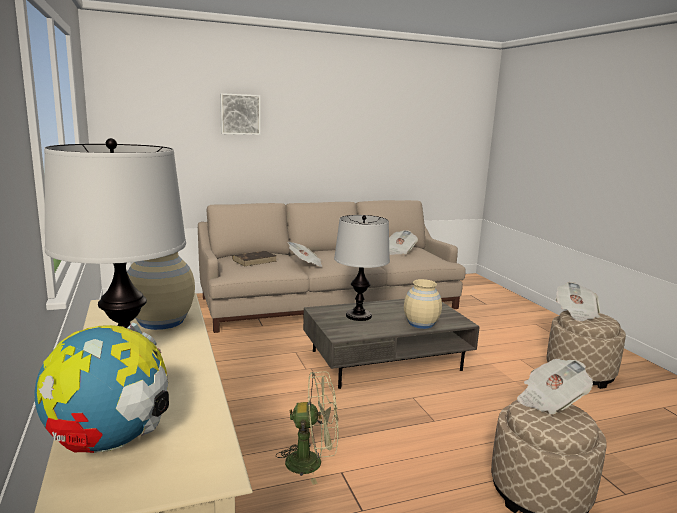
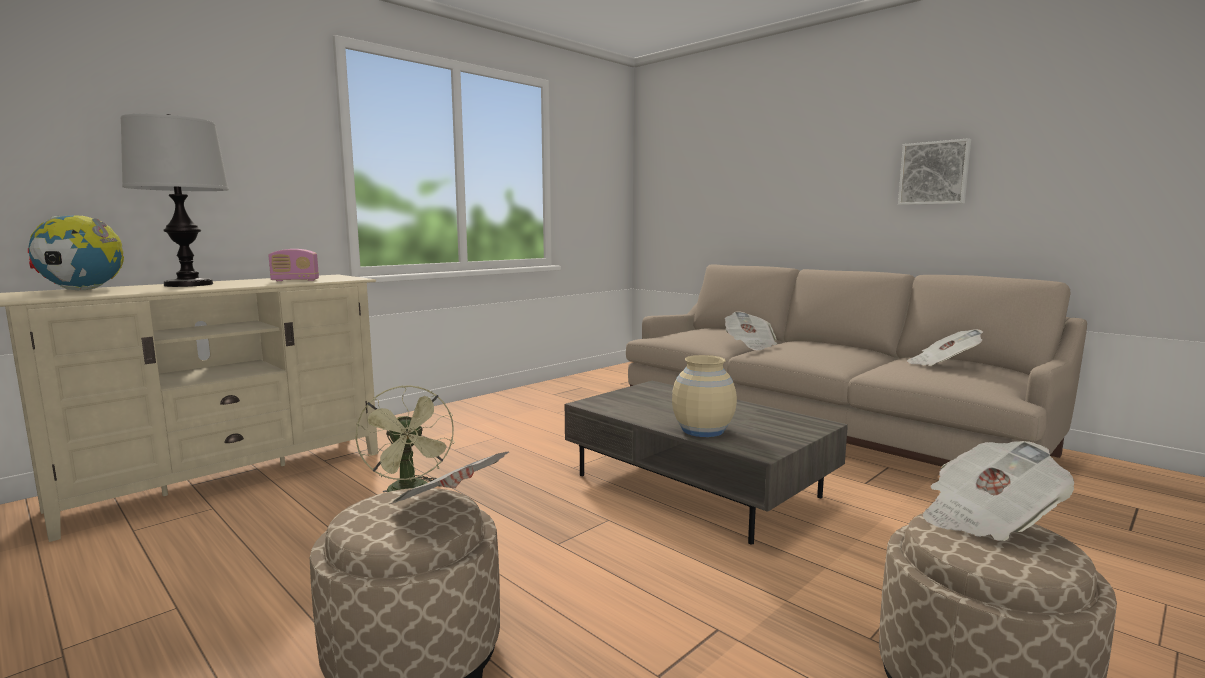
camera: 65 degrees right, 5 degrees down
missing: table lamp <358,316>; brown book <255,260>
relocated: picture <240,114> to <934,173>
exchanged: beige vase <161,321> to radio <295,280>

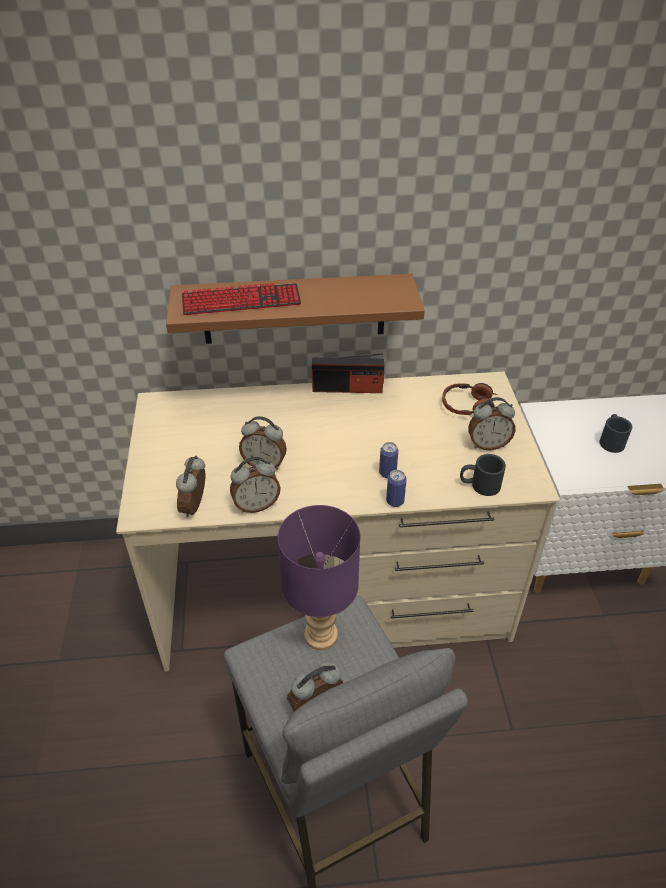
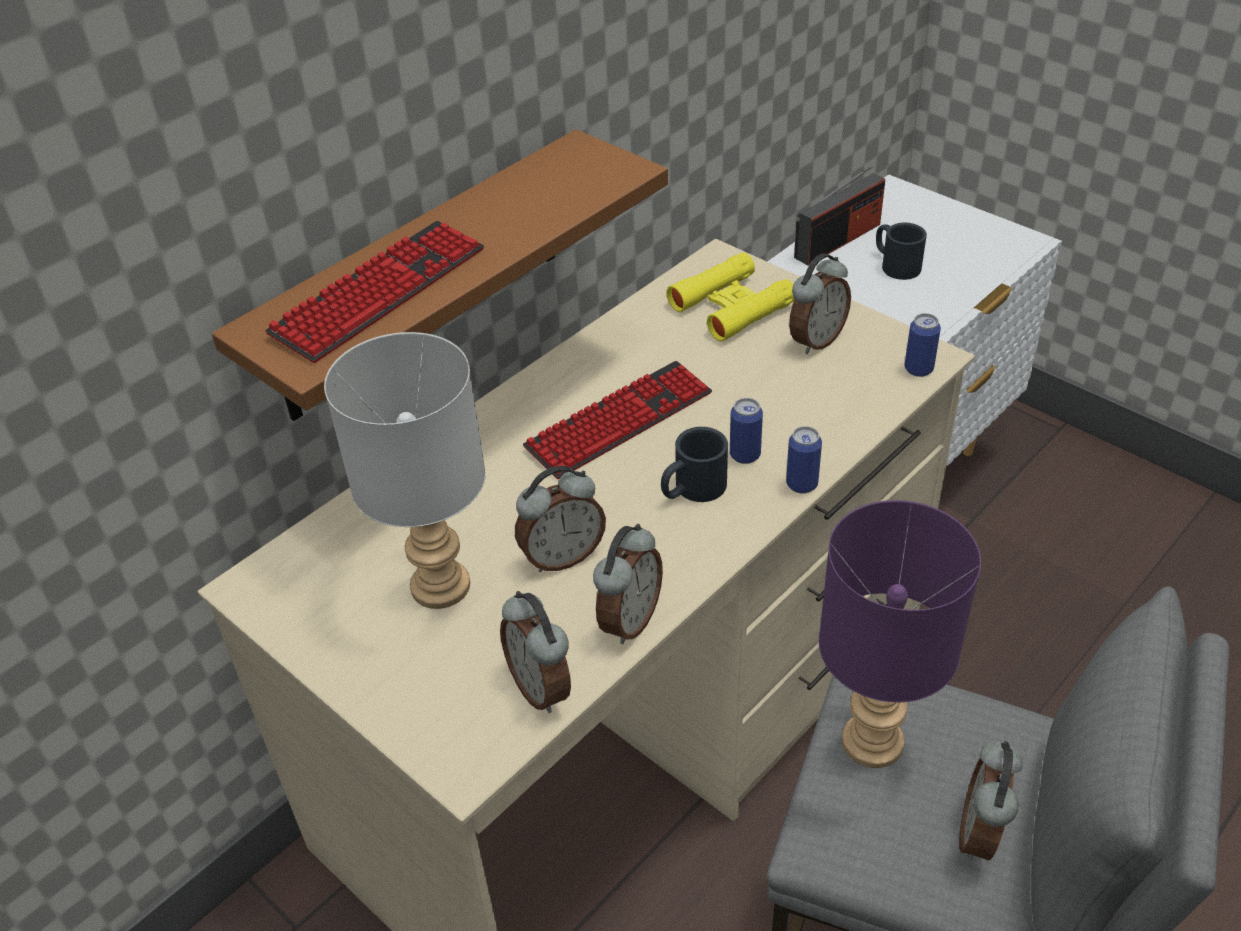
camera: 40 degrees left, 0 degrees up
appeared: can <918,369>; grey table lamp <442,584>; keyboard <619,421>
relocated: radio <347,388> to <838,240>; black mug <479,485> to <692,490>
exchanged: headphones <469,406> to yellow binoculars <731,306>

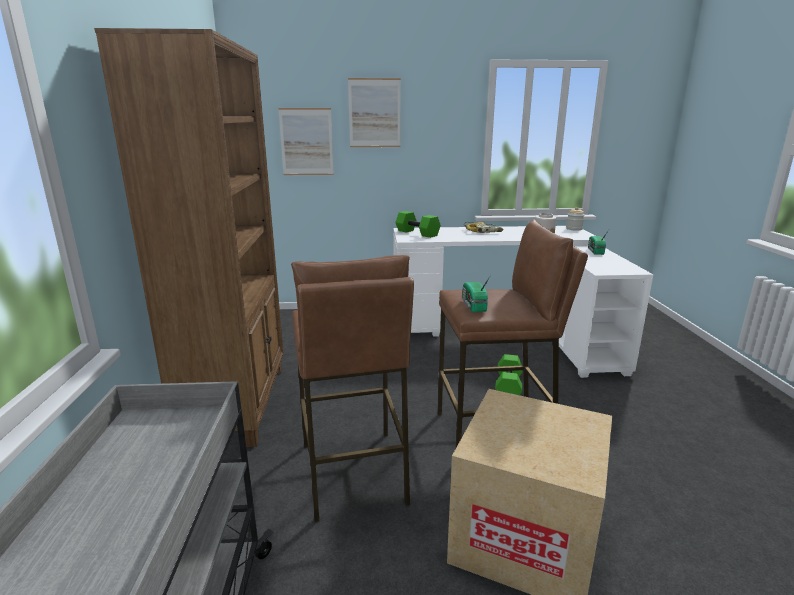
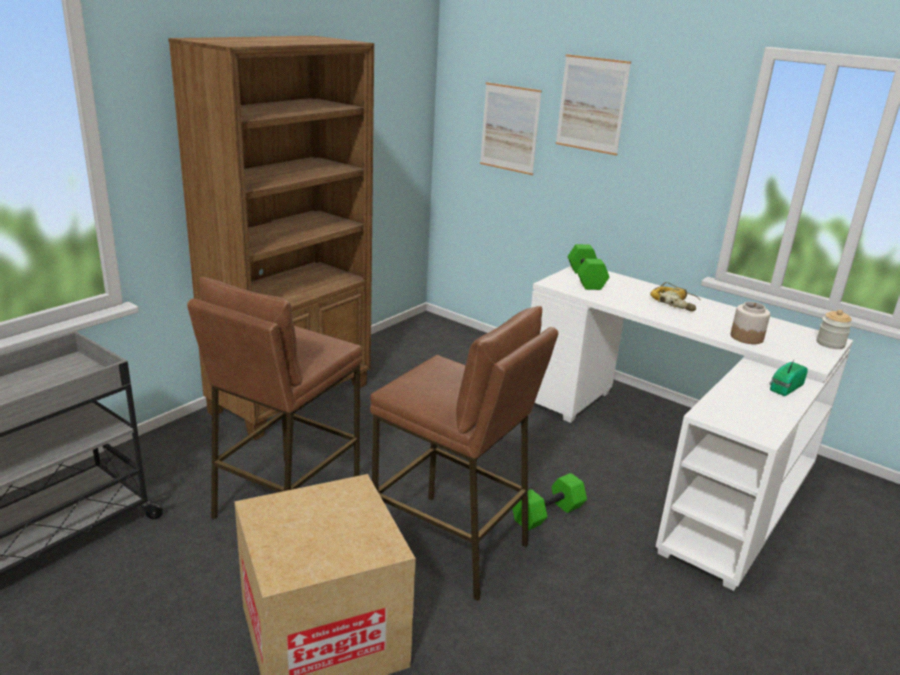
camera: 40 degrees right, 5 degrees up
missing: radio <473,306>

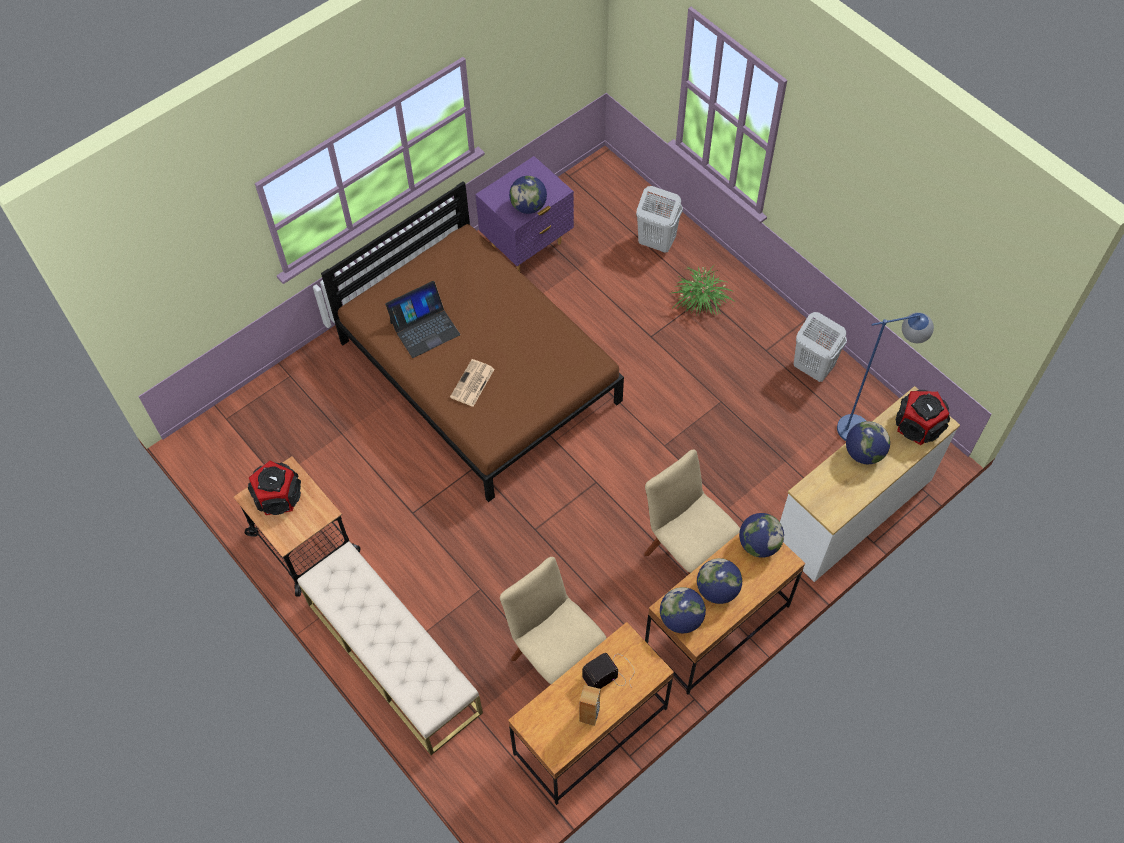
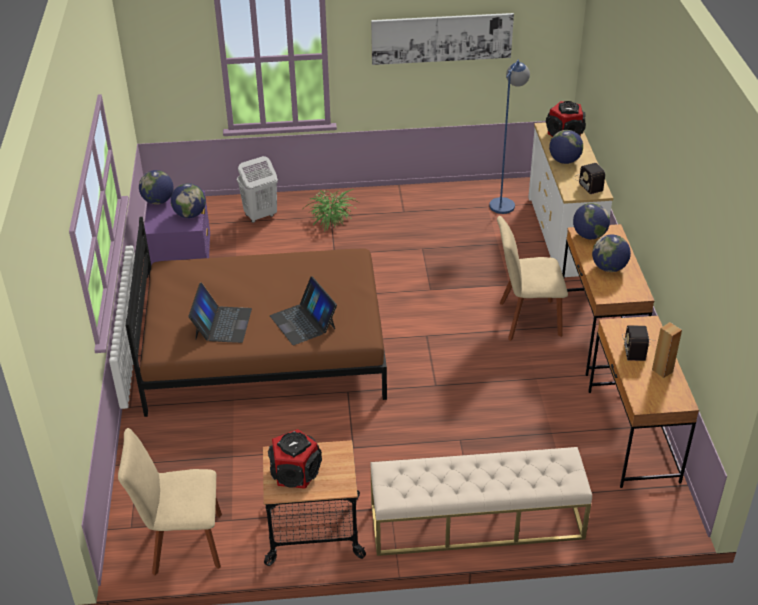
camera: 55 degrees left, 20 degrees down
missing: white laundry basket <812,368>
appeared: picture <441,38>; radio <588,182>
relocated: beige chair <555,656> to <182,543>; globe <681,619> to <158,201>
exchanged: newspaper <472,384> to laptop <303,322>

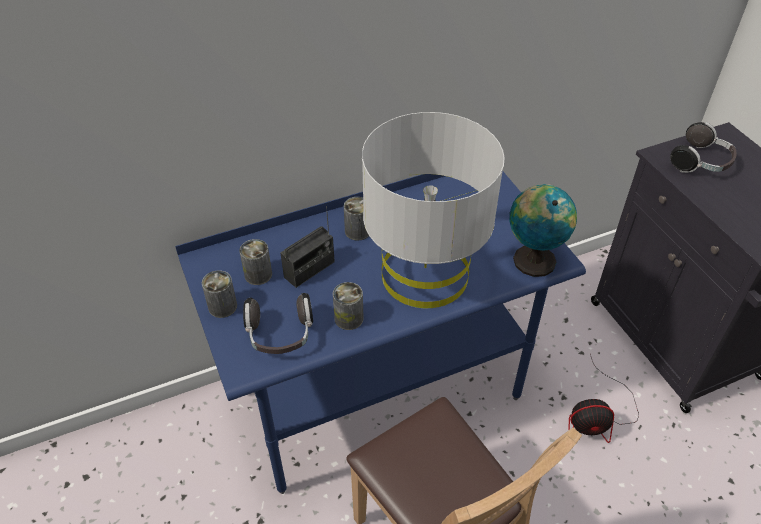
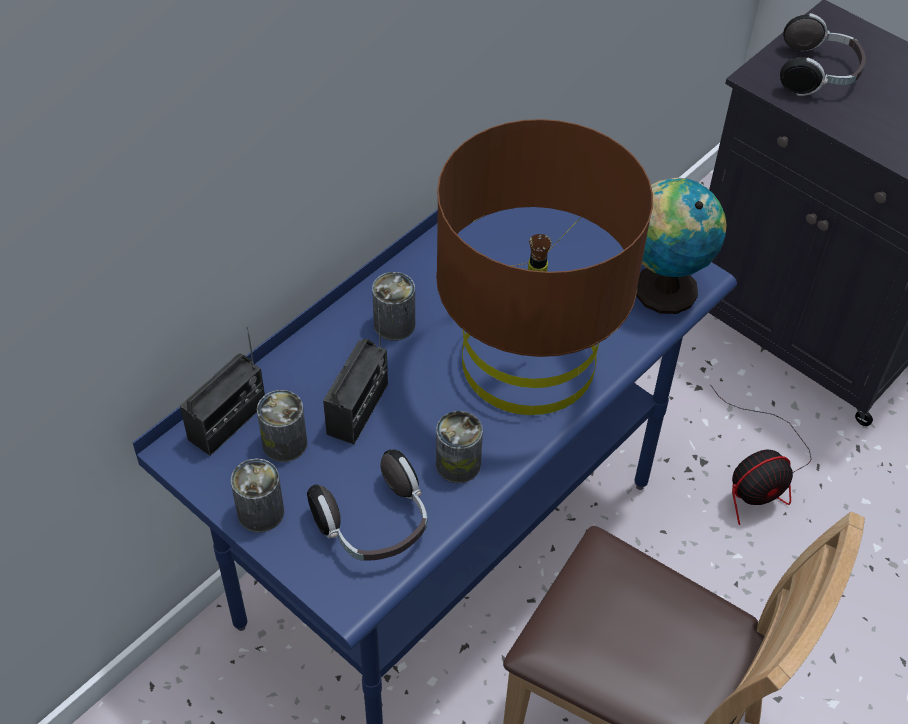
camera: 25 degrees left, 5 degrees up
appeared: radio <228,422>
colour: grey table lamp <424,274> to brown table lamp <528,360>

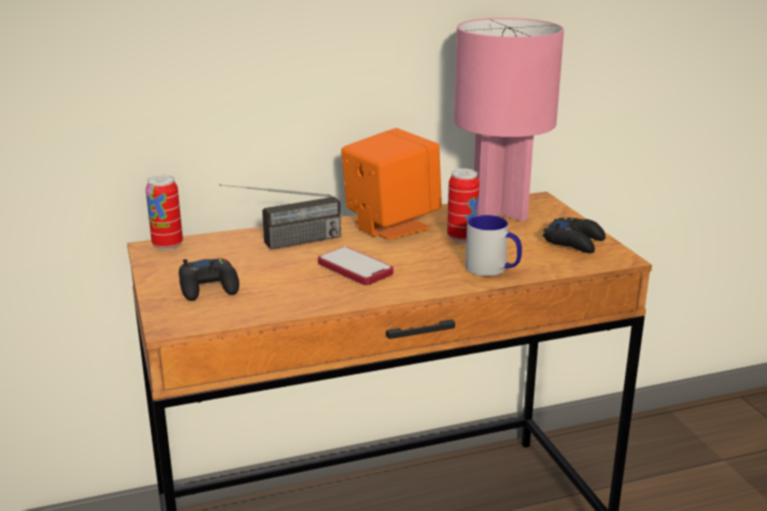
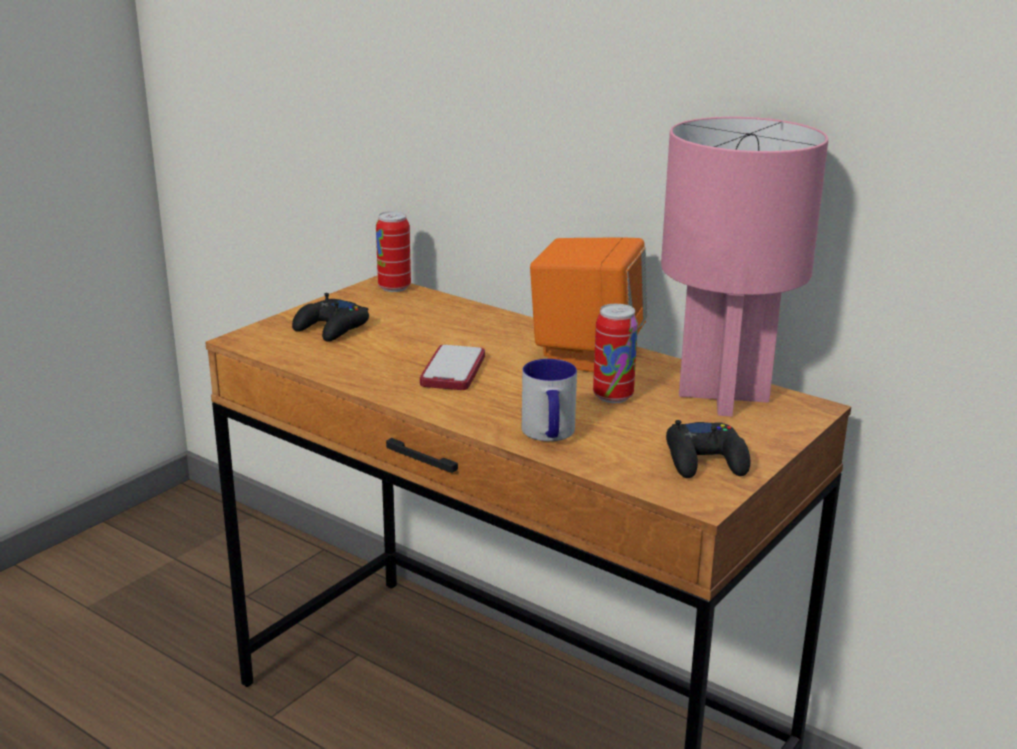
camera: 55 degrees right, 0 degrees up
missing: radio <284,244>

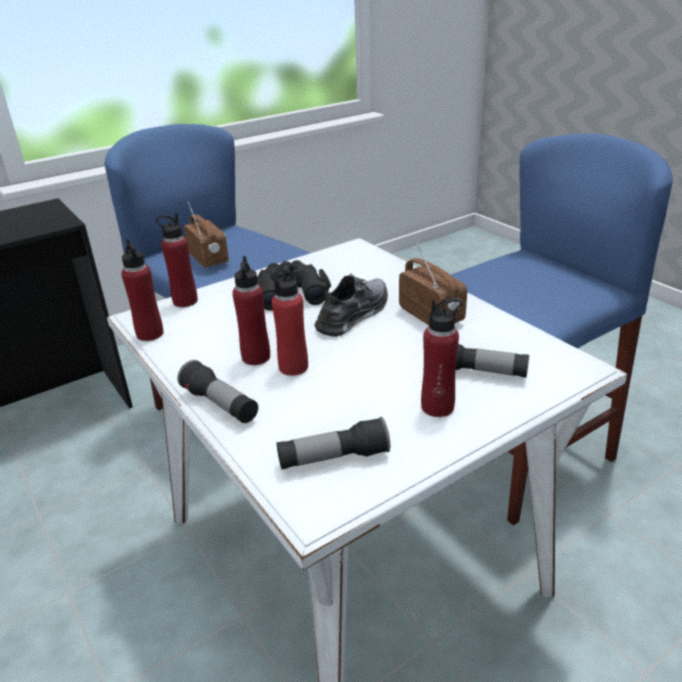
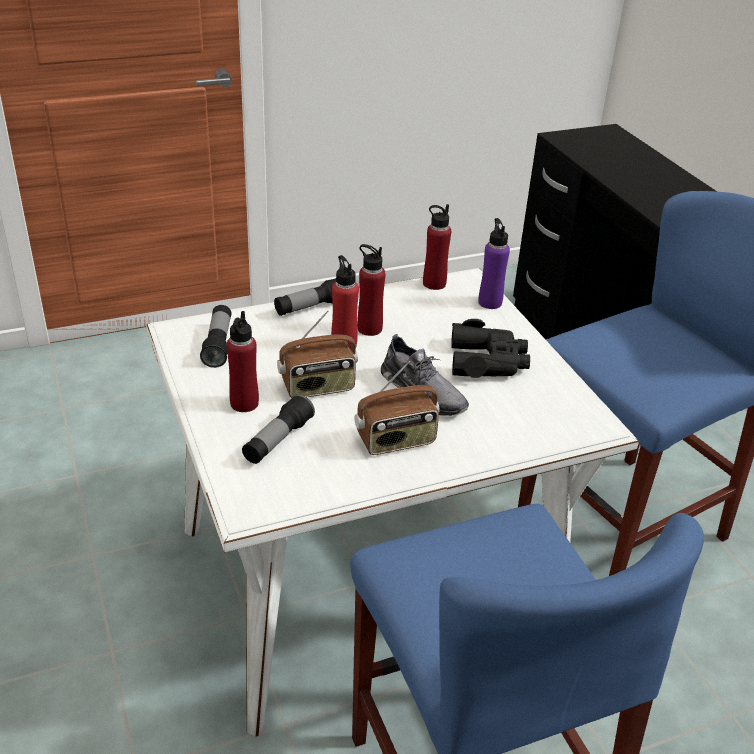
camera: 100 degrees right, 5 degrees up
relocated: radio <209,259> to <318,387>
colour: red bottle <185,301> to purple bottle <490,302>

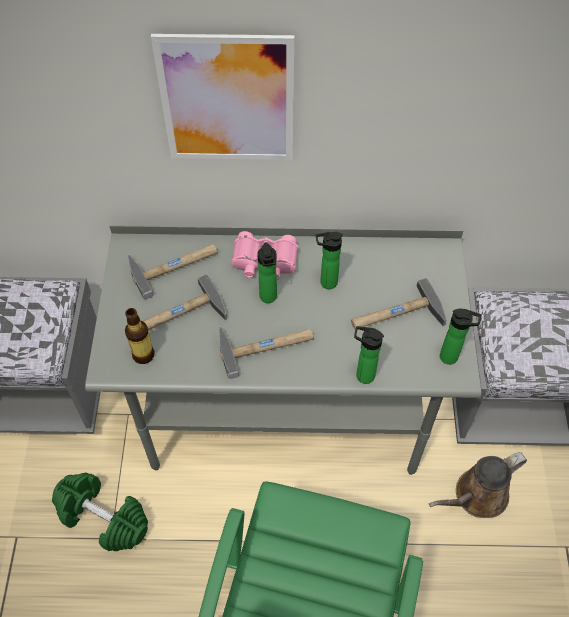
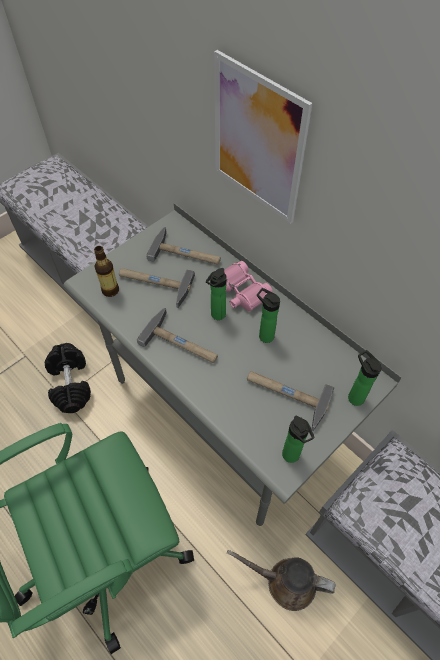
camera: 45 degrees right, 0 degrees up
relocated: bottle <362,375> to <354,396>
colour: green dumbbell <103,518> to black dumbbell <70,384>

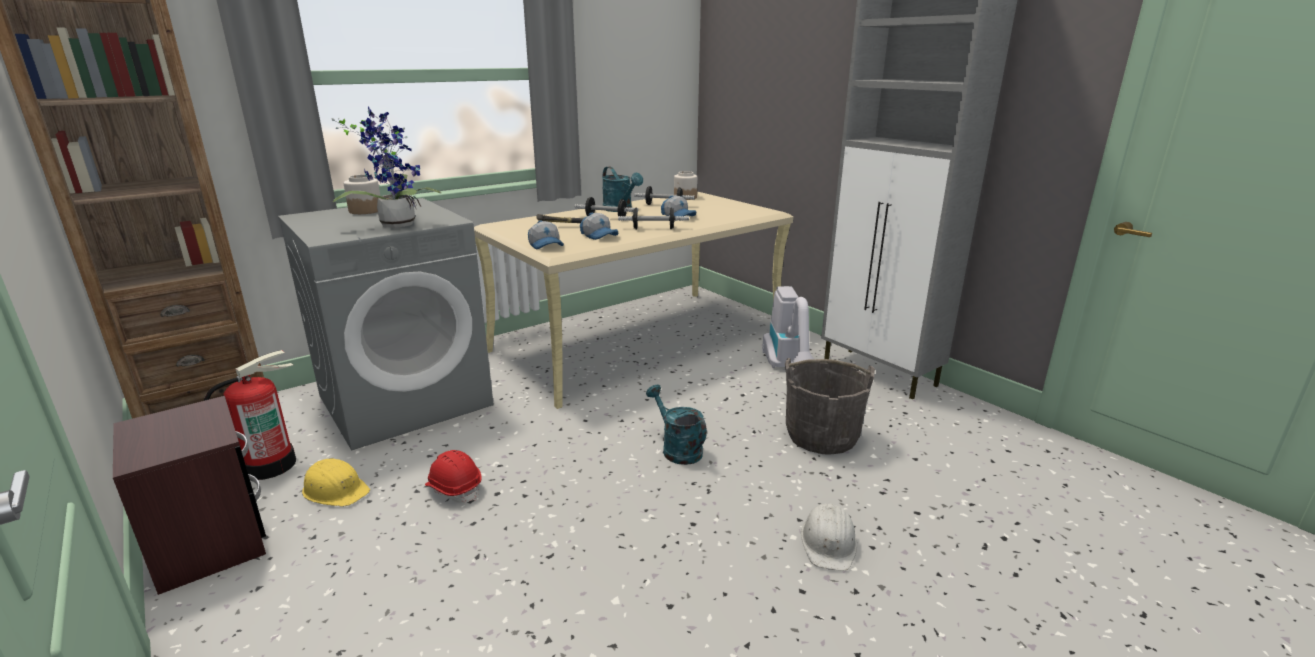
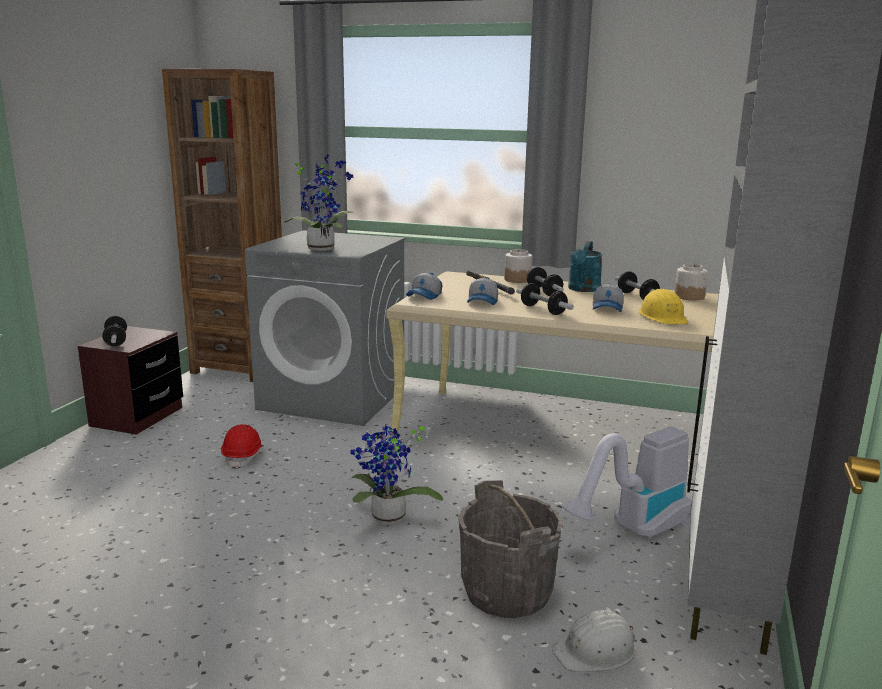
camera: 55 degrees right, 5 degrees down
missing: fire extinguisher <270,465>
appeared: dumbbell <116,341>
relocated: jar <365,211> to <517,279>; yellow hard hat <336,490> to <663,317>; white hard hat <829,543> to <596,651>
exchanged: turquoise watering can <677,449> to potted plant <387,519>

